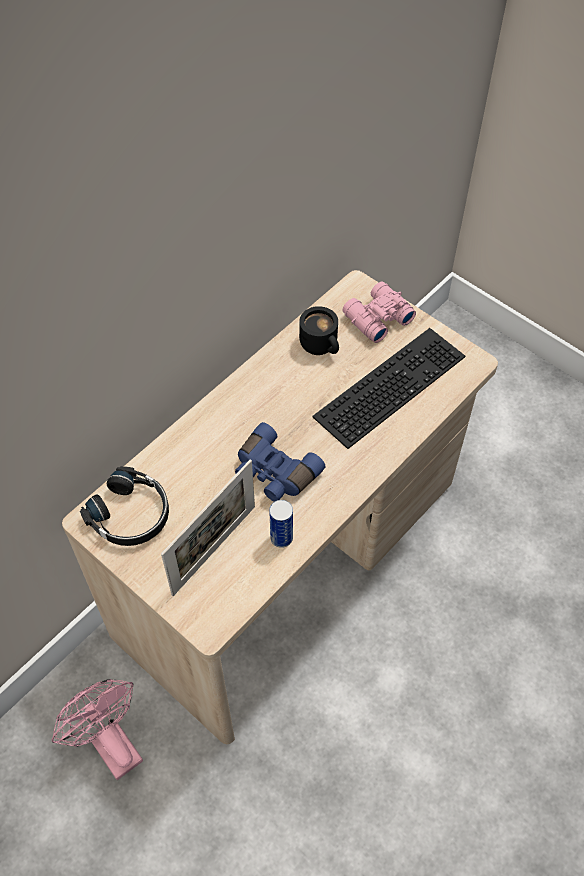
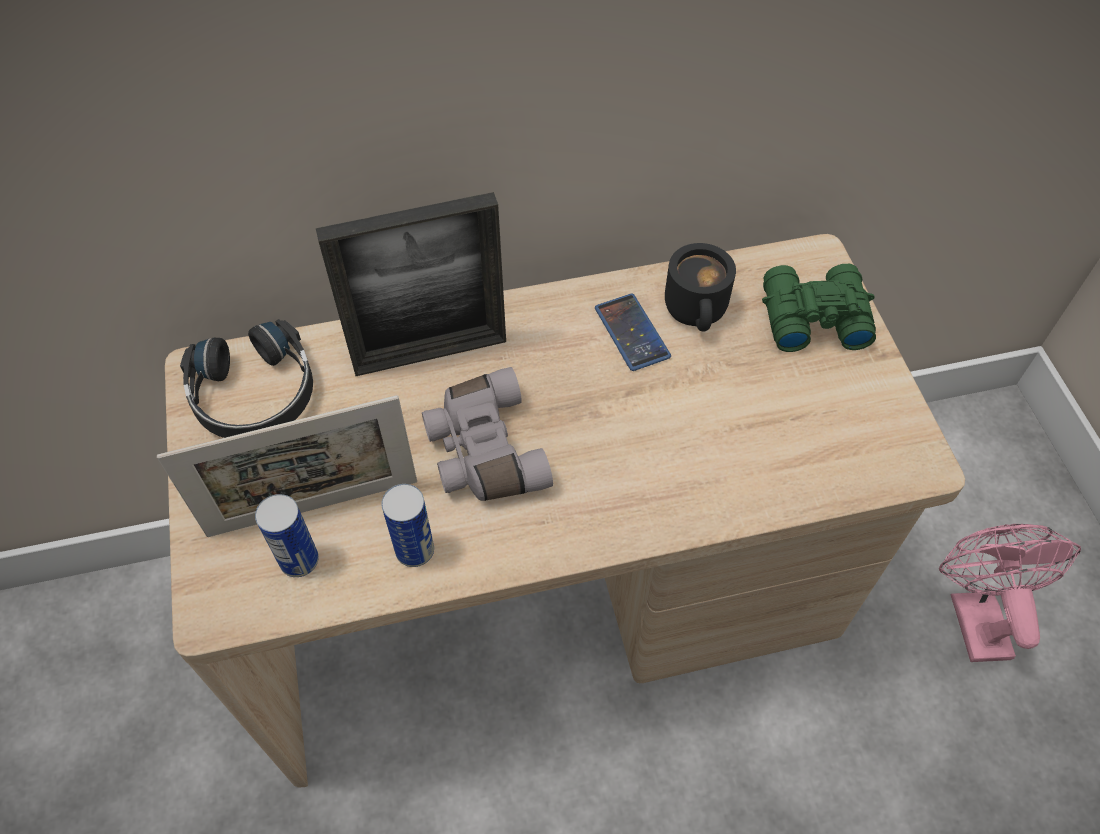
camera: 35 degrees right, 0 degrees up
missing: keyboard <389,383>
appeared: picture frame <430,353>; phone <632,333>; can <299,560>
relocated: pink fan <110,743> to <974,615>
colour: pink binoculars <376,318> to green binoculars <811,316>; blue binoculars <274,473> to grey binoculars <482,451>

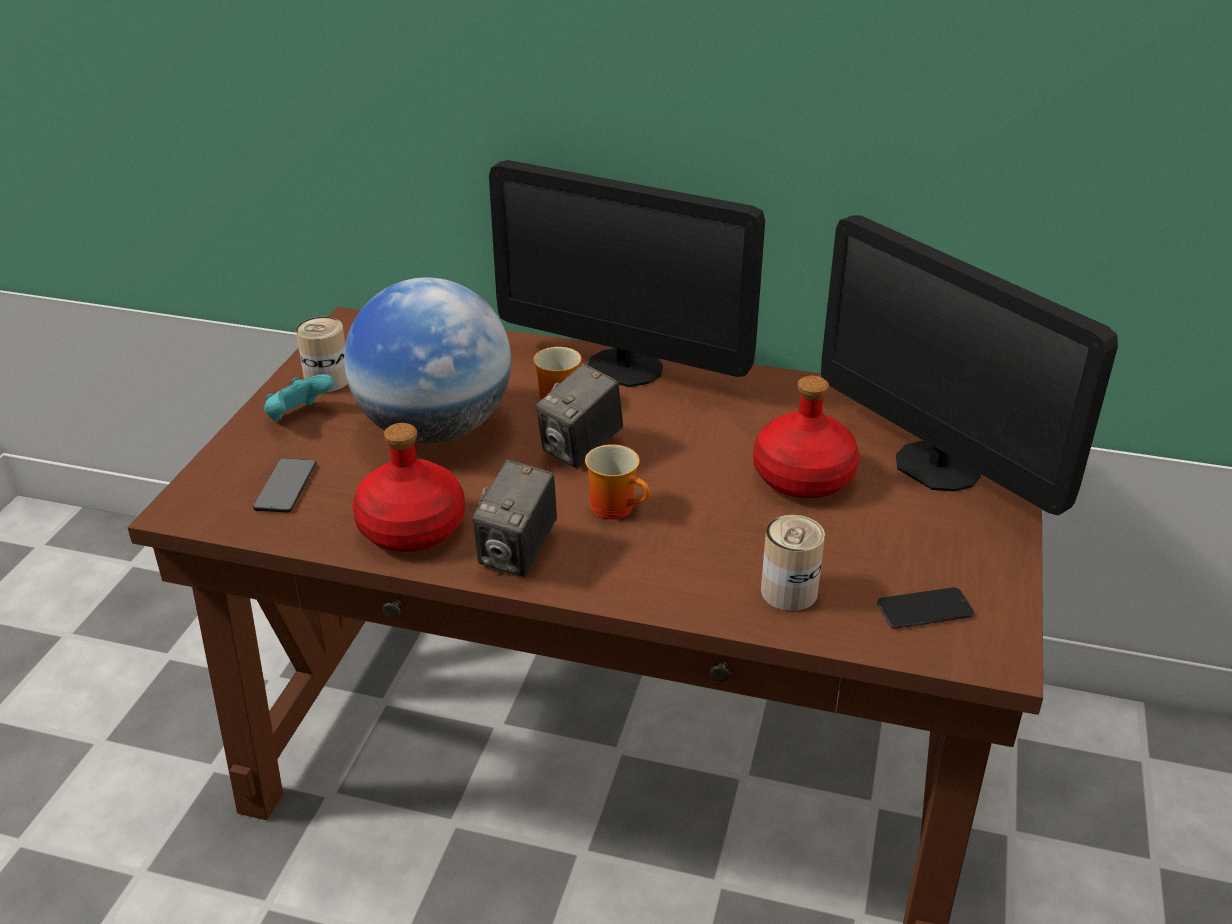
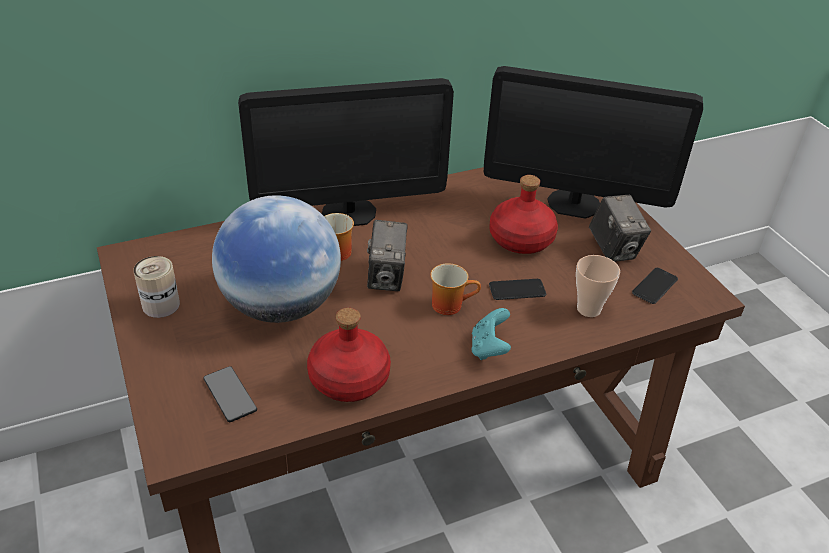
camera: 40 degrees left, 5 degrees up
appeared: phone <517,290>
relocated: turquoise game controller <298,416> to <489,348>; photo camera <518,553> to <613,249>
exchanged: can <789,591> to cup <588,309>

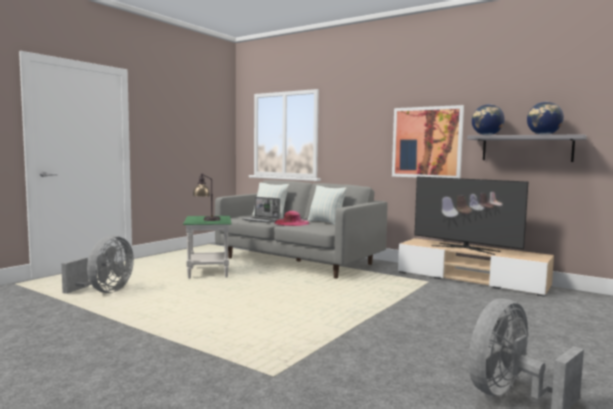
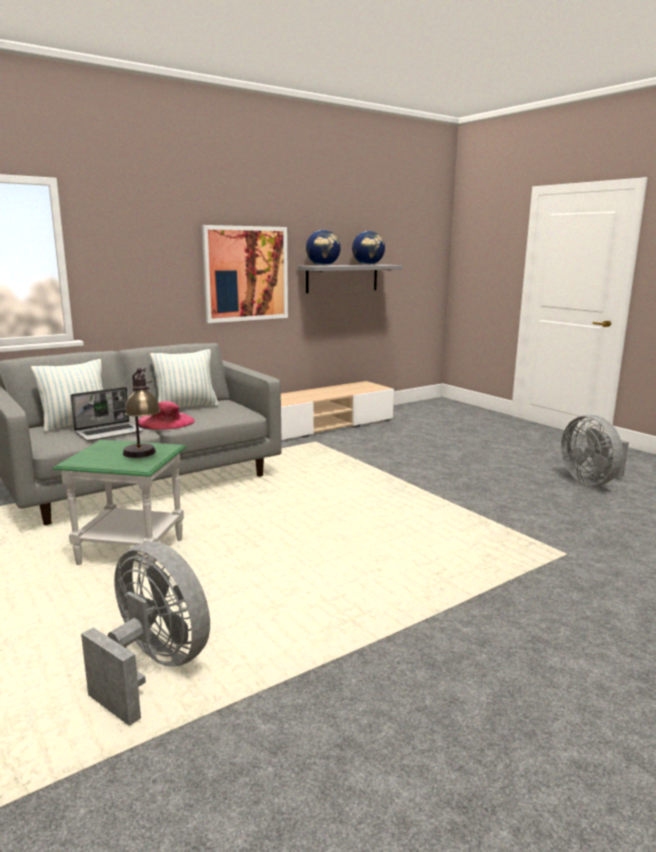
camera: 70 degrees left, 10 degrees up
missing: television <465,248>

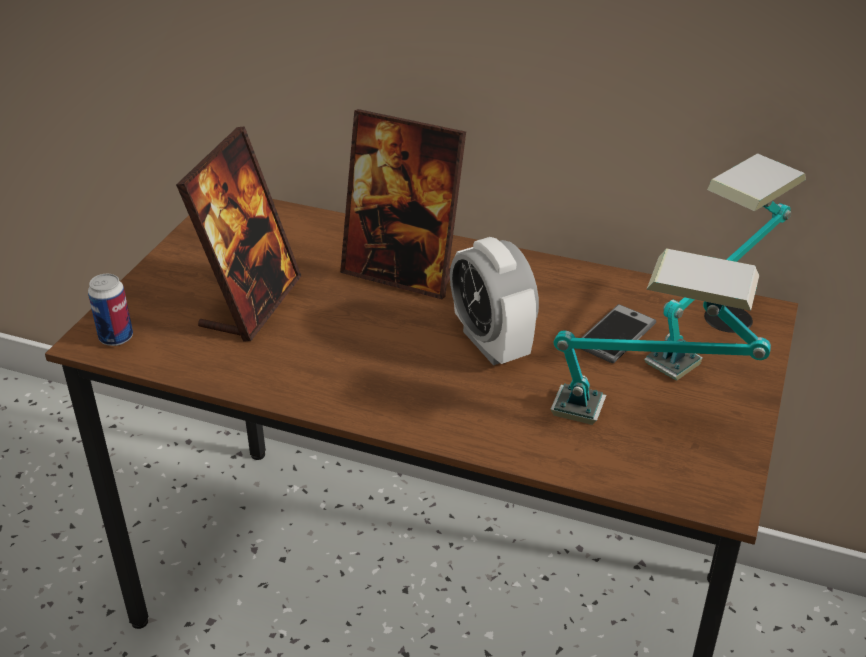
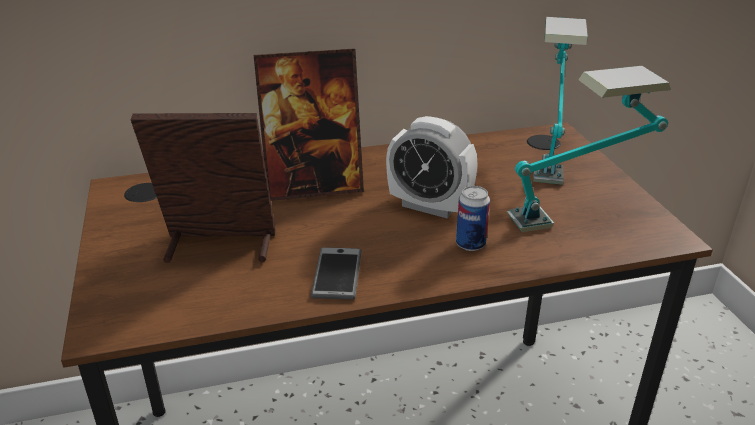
camera: 35 degrees left, 5 degrees down
relocated: can <116,338> to <470,244>; phone <615,335> to <337,274>
spun: picture frame <251,303> = <219,247> 75 degrees counterclockwise

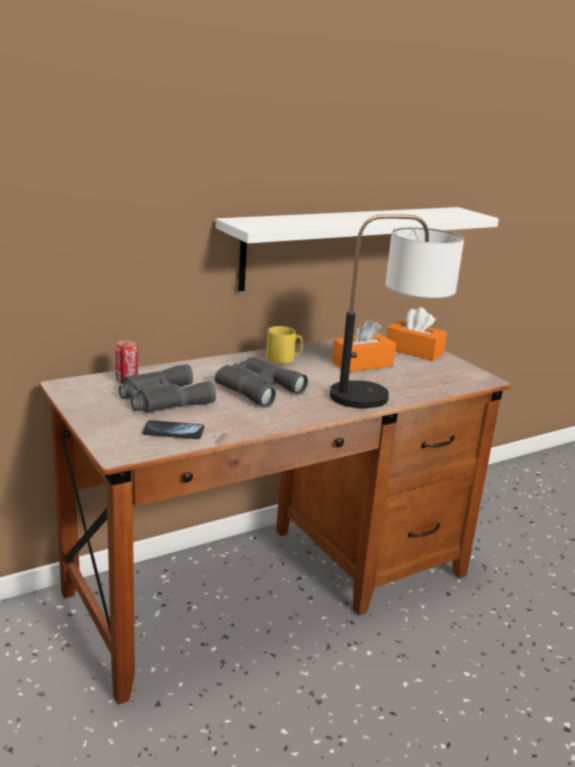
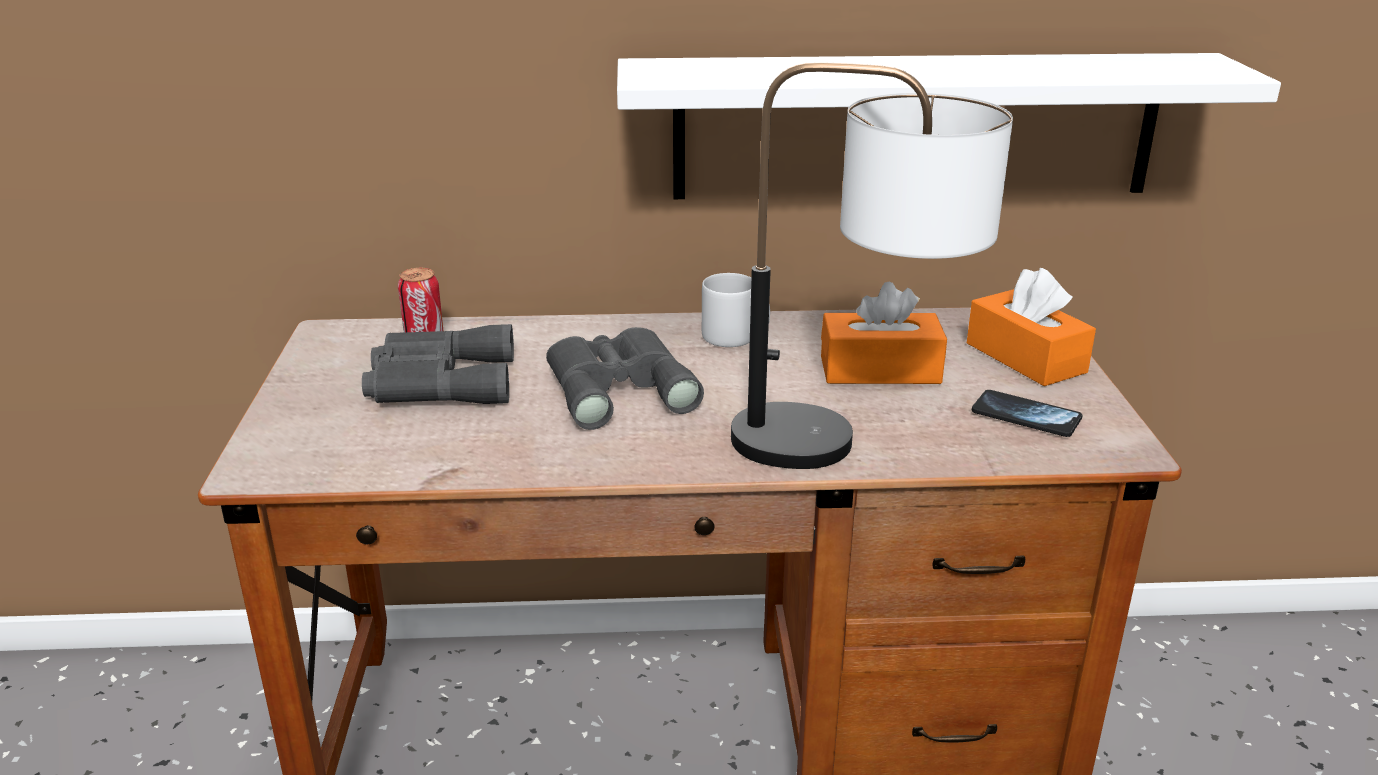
camera: 30 degrees right, 5 degrees up
relocated: phone <173,431> to <1026,416>
colour: yellow mug <283,359> to grey mug <735,338>

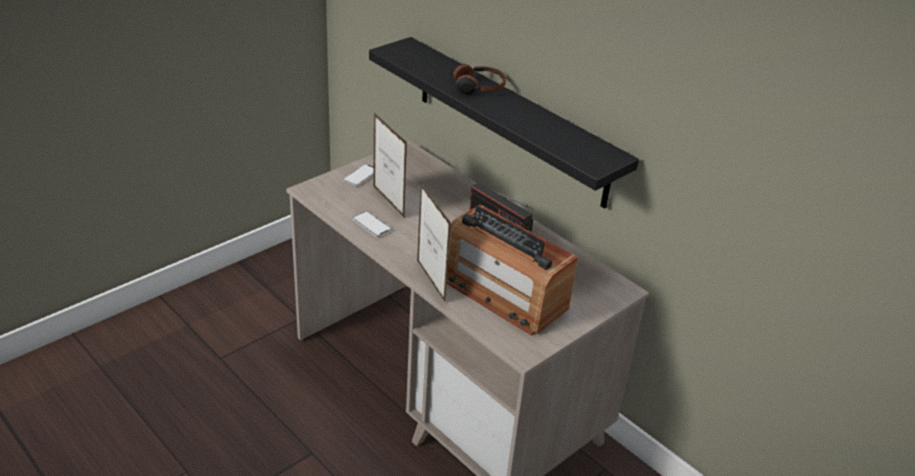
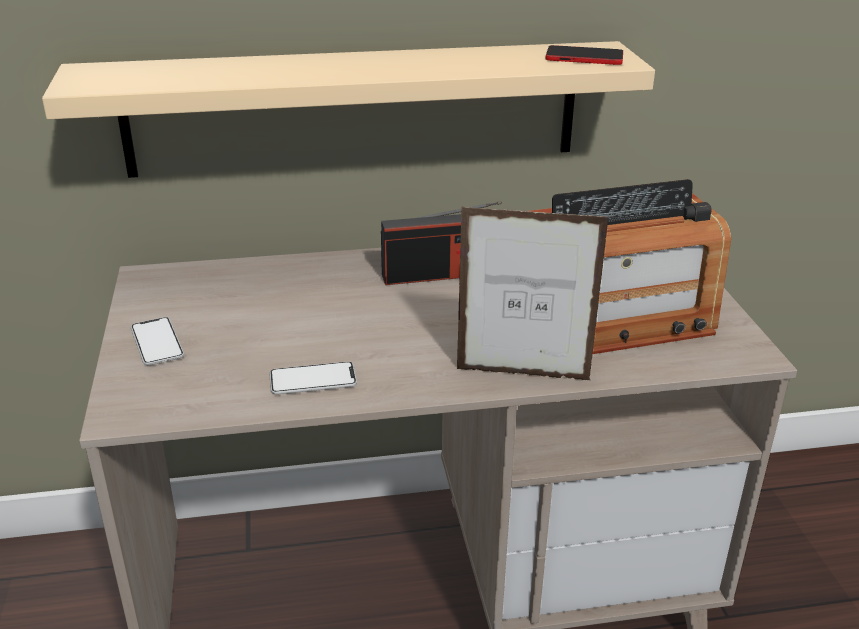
camera: 55 degrees left, 5 degrees down
missing: headphones <476,87>; picture frame <388,202>
appeared: phone <584,57>
colour: black shelf <510,121> to beige shelf <354,109>

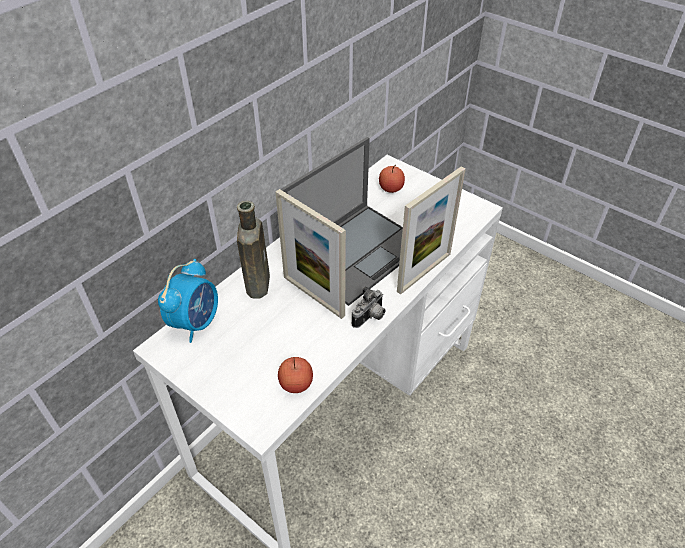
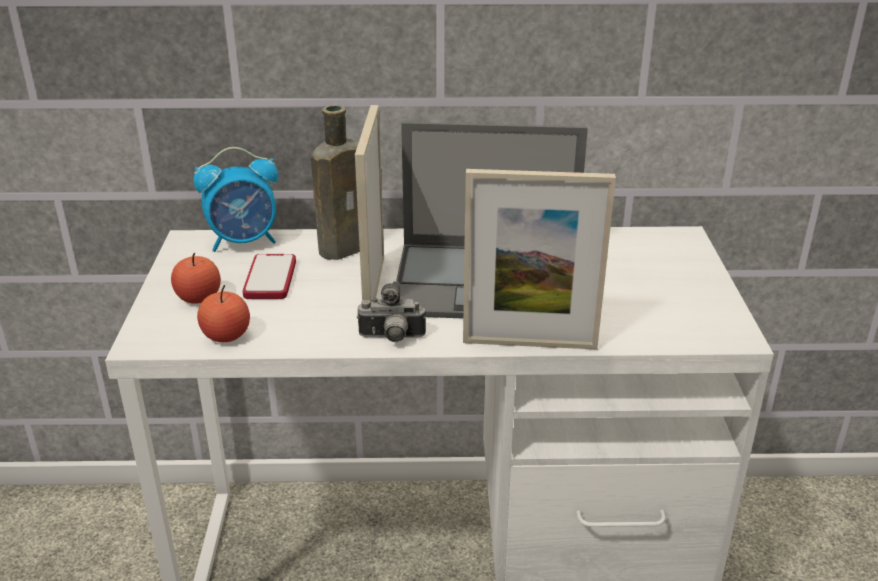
camera: 50 degrees right, 15 degrees down
appeared: phone <270,279>
relocated: apple <391,188> to <198,298>

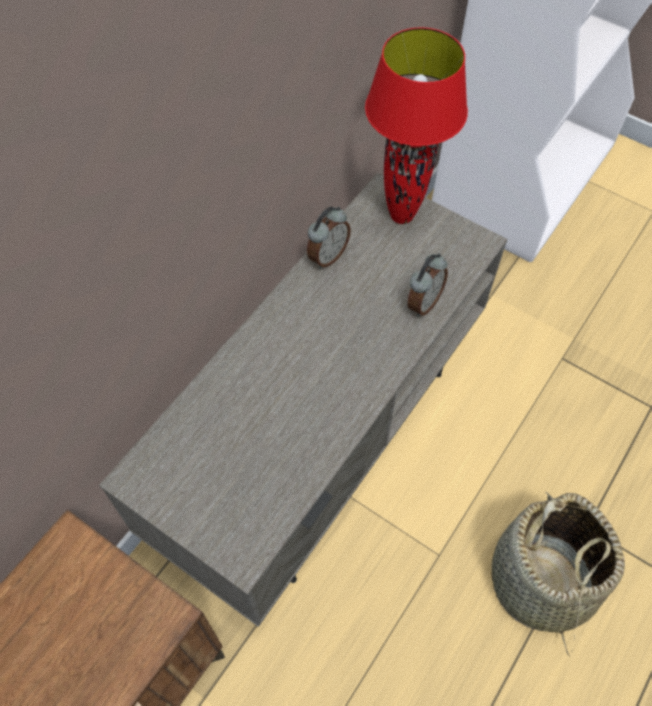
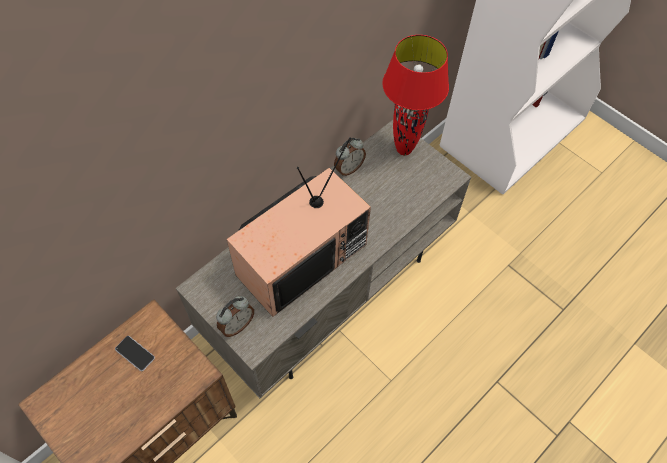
camera: 10 degrees right, 0 degrees up
missing: basket <540,582>
appeared: television <301,257>; phone <135,353>
relocated: alarm clock <423,303> to <237,325>

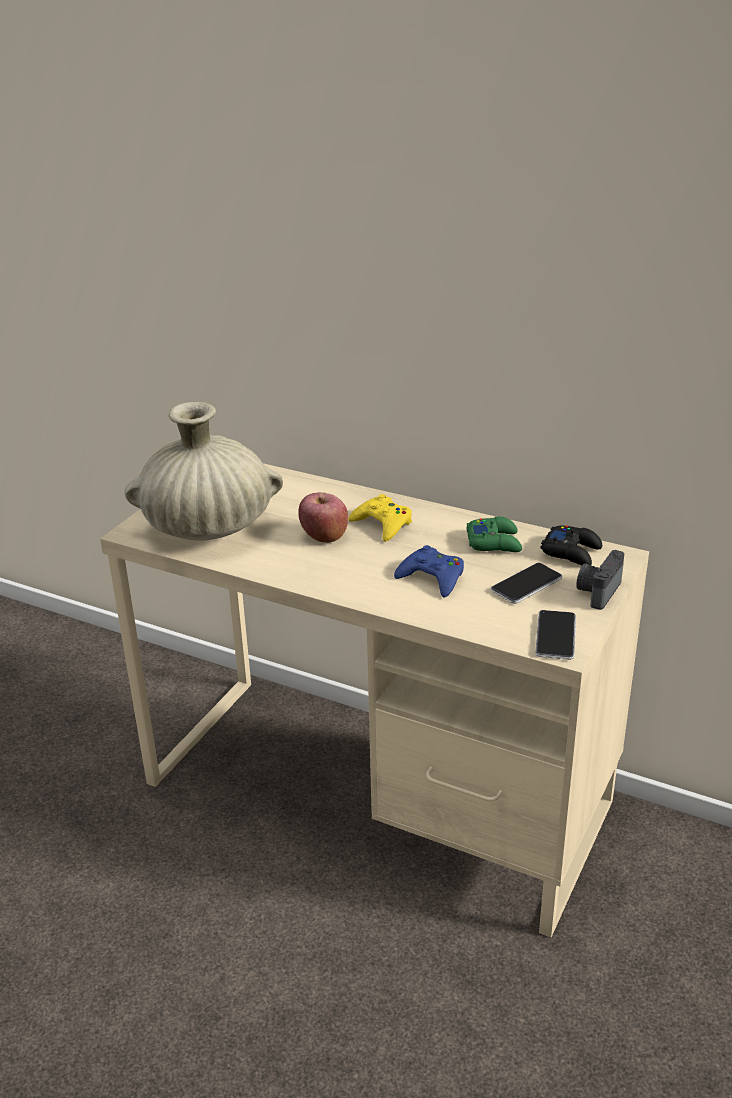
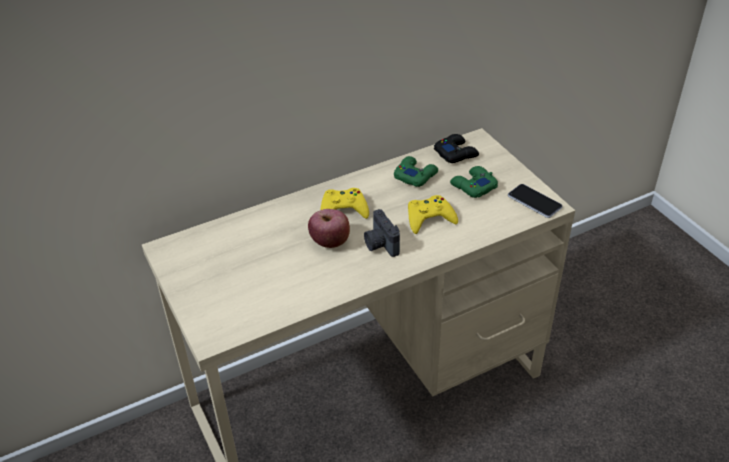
camera: 55 degrees left, 10 degrees up
missing: beige vase <208,529>
relocated: photo camera <597,592> to <380,244>
exchanged: phone <526,584> to green game controller <473,186>
colour: blue game controller <432,577> to yellow game controller <429,218>

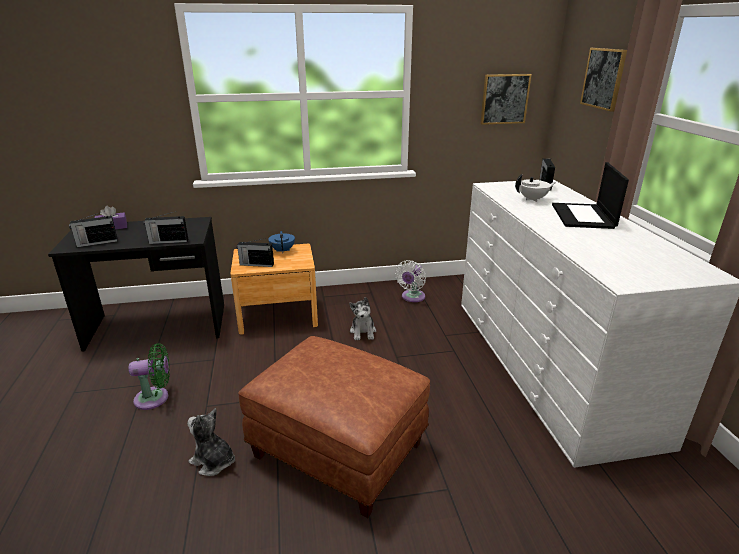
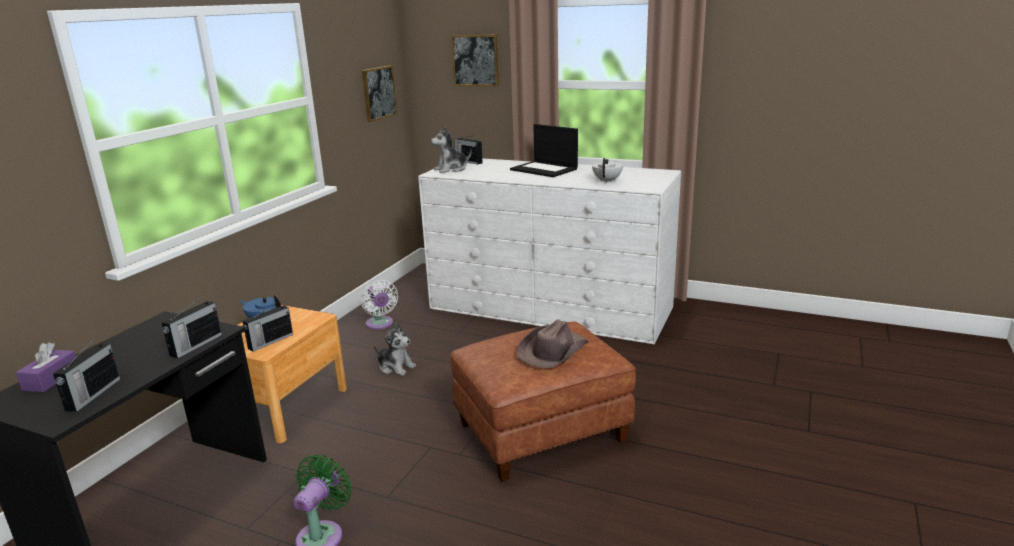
camera: 55 degrees left, 5 degrees down
appeared: brown hat <552,351>
relocated: white teapot <533,199> to <607,181>; plush toy <213,461> to <451,169>

